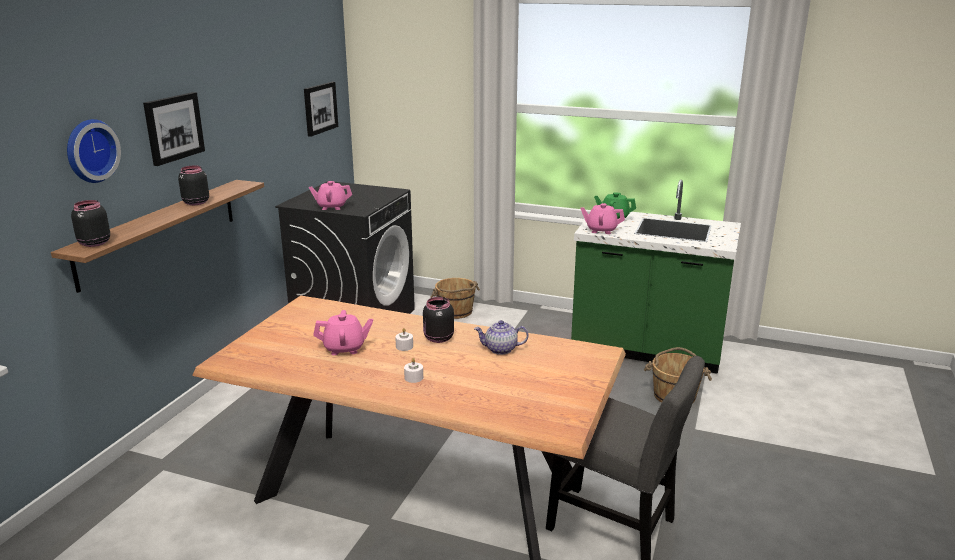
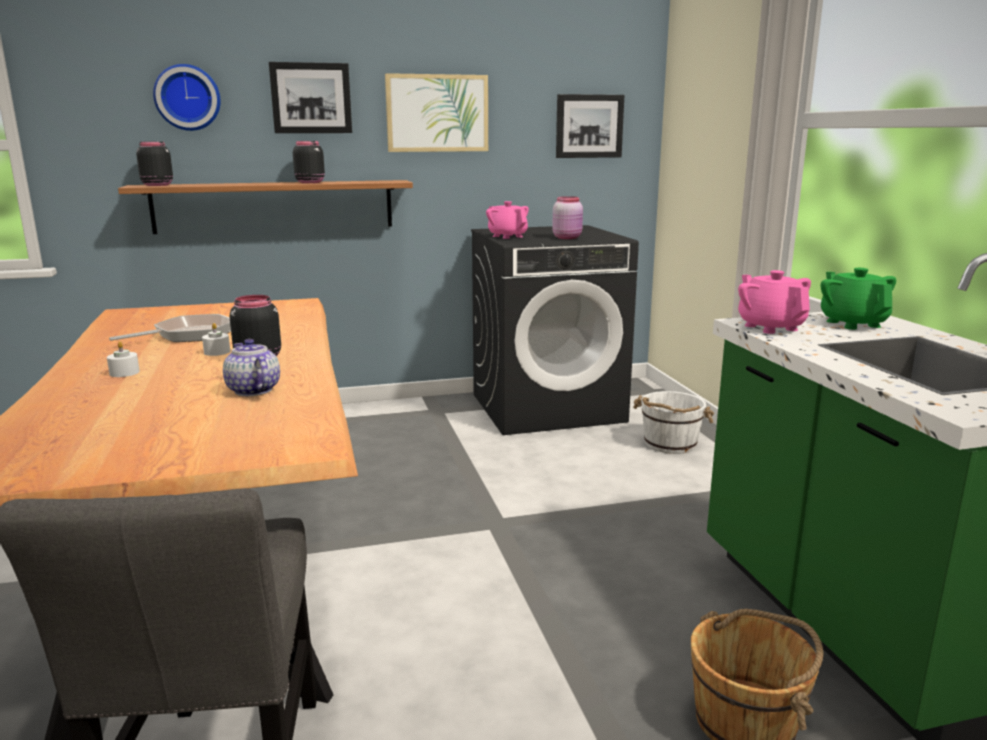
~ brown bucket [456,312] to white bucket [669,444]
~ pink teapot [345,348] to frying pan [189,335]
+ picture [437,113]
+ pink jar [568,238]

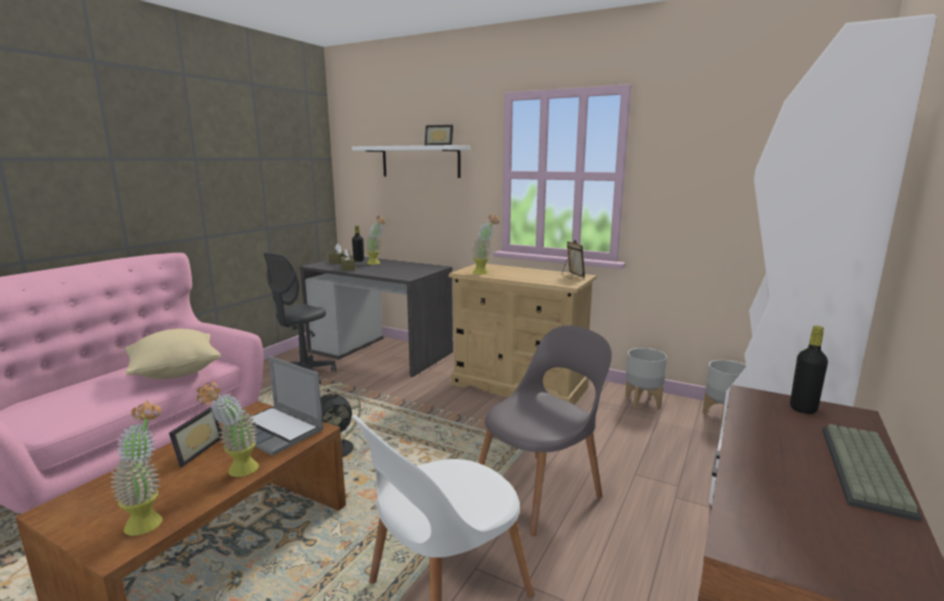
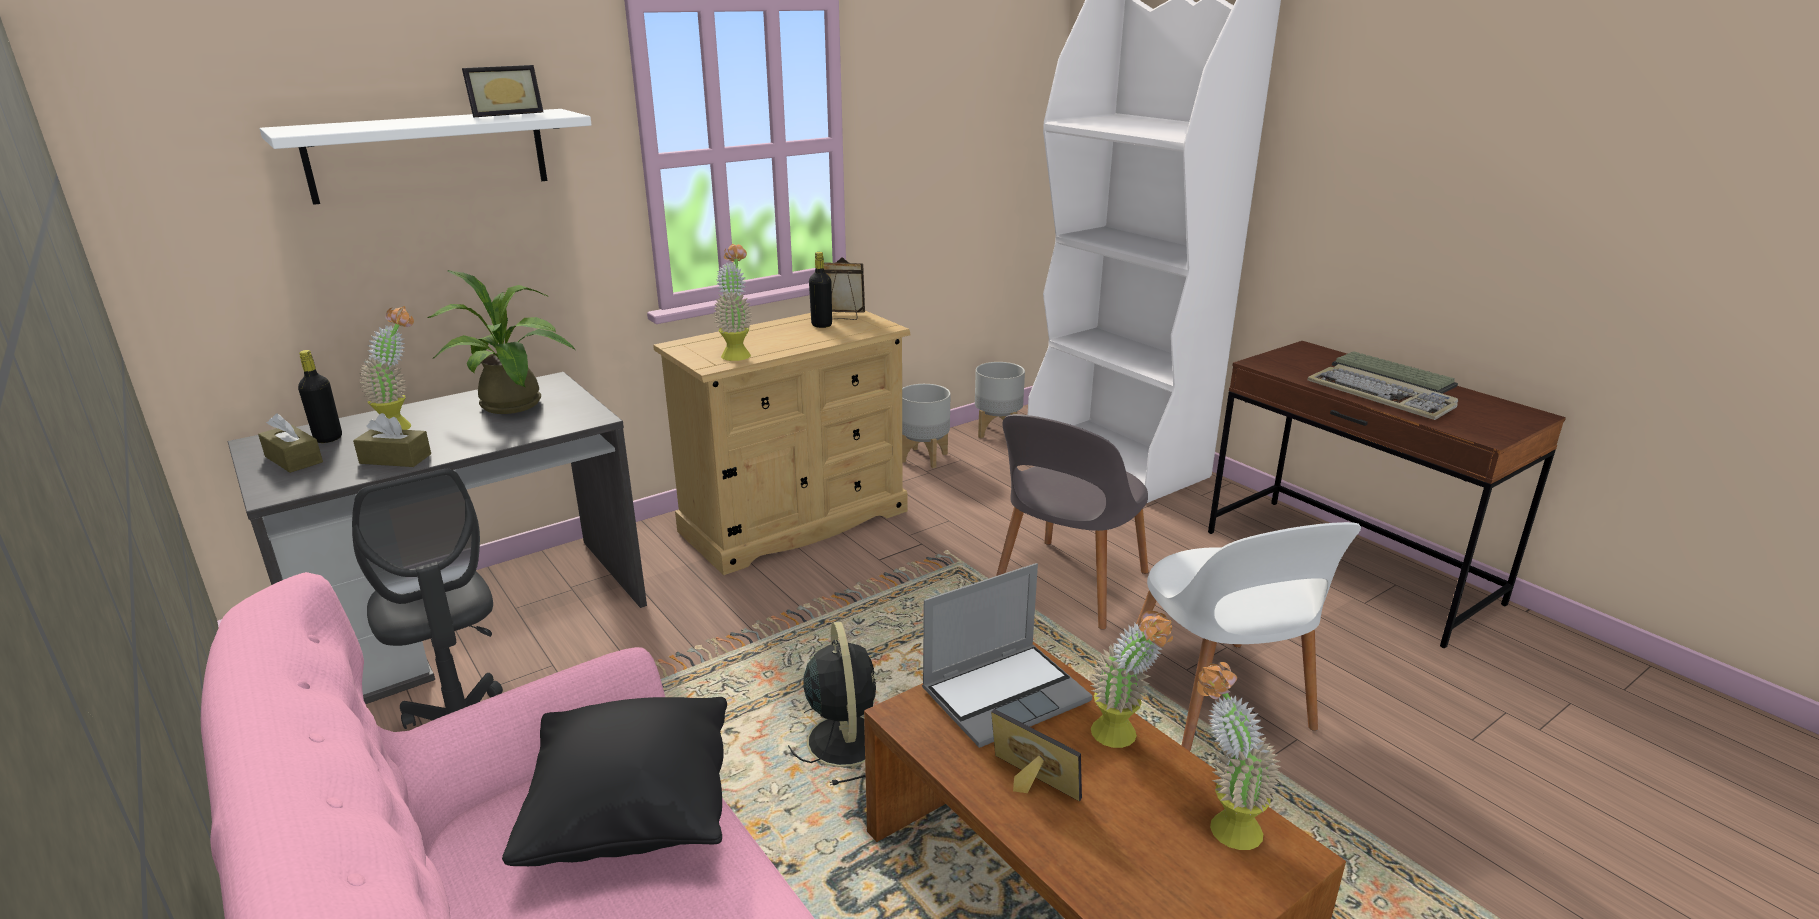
~ grey chair [540,489] = [1068,586] 135 degrees counterclockwise
~ black bottle [803,409] to [821,325]
~ beige pillow [175,373] to black pillow [632,816]
+ potted plant [515,407]
+ keyboard [1382,396]

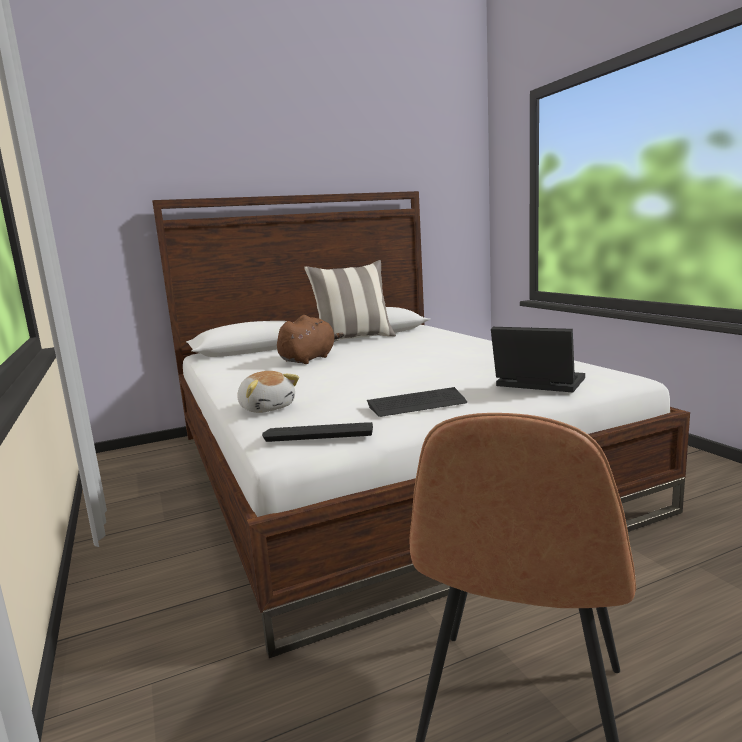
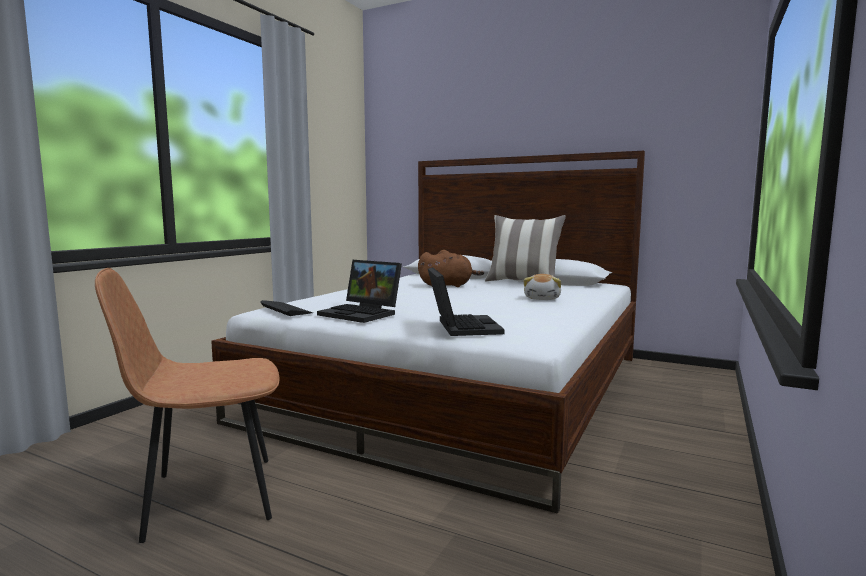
~ plush toy [267,408] to [543,299]
~ keyboard [417,404] to laptop [362,313]

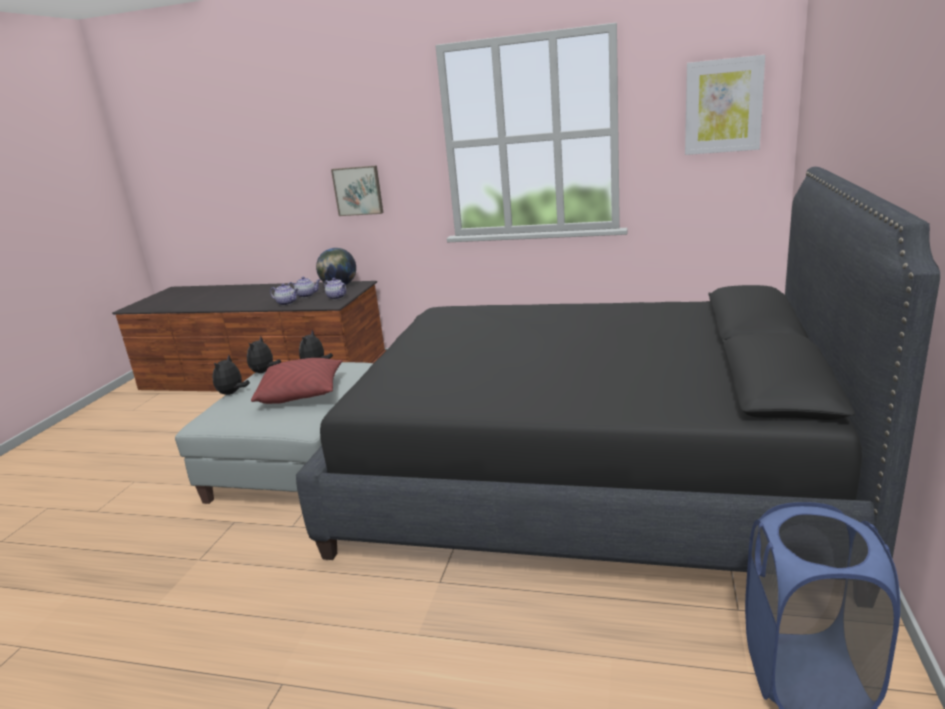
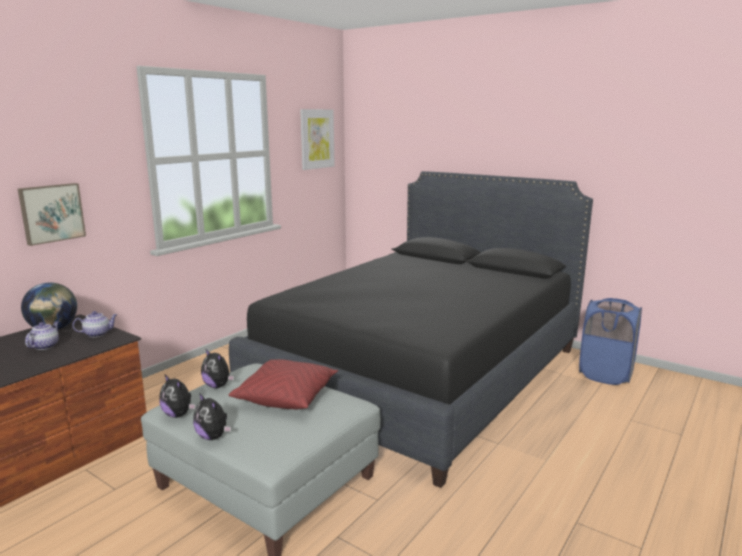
- teapot [287,303]

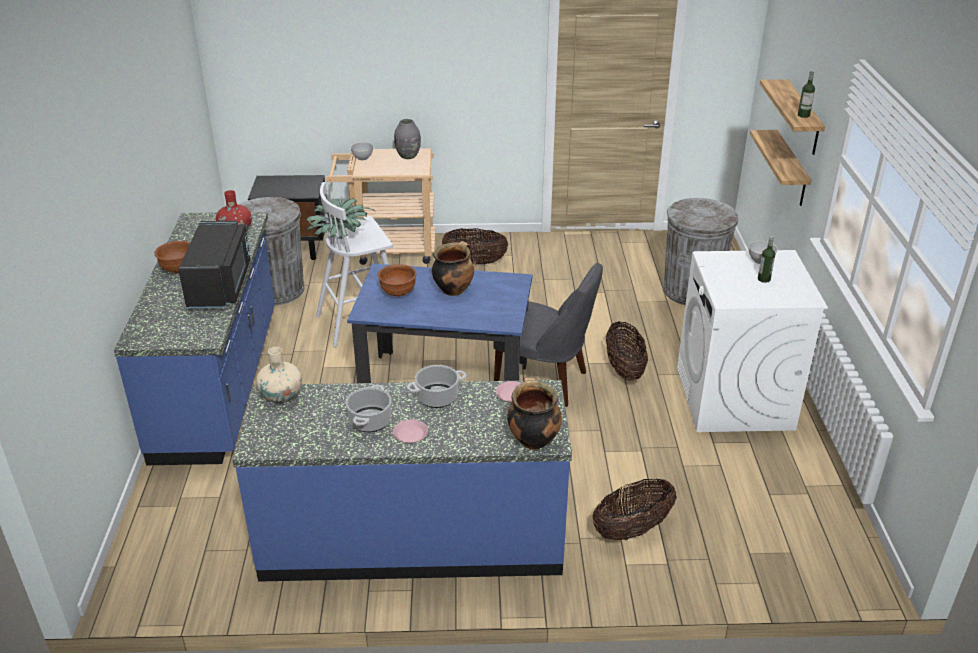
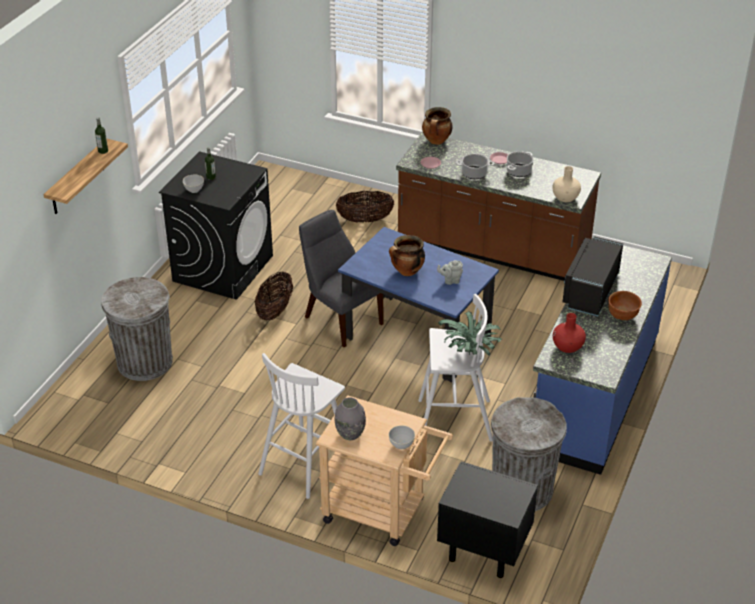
- shelf [790,169]
~ basket [475,262] to white stool [305,462]
~ white washing machine [734,398] to black washing machine [223,268]
~ brown bowl [397,293] to grey teapot [450,280]
~ blue counter [412,538] to brown counter [492,250]

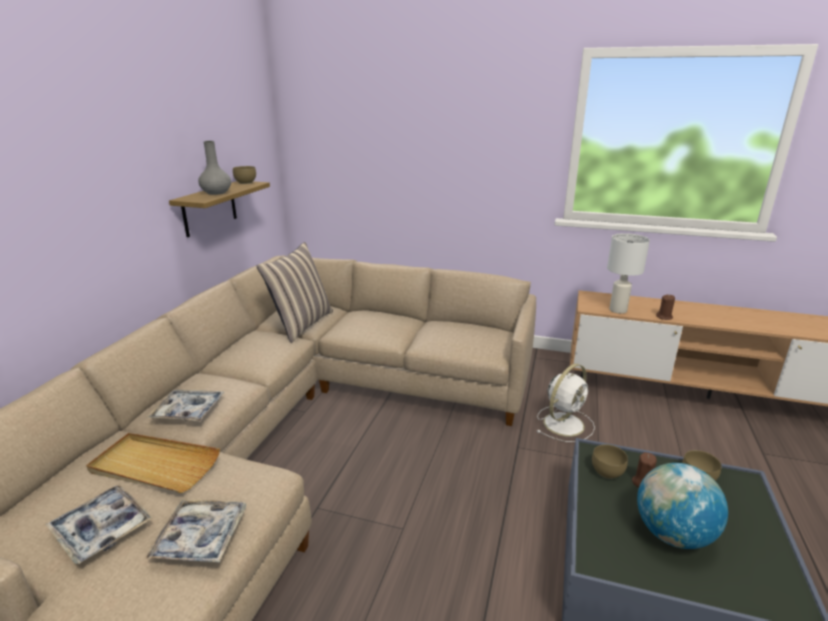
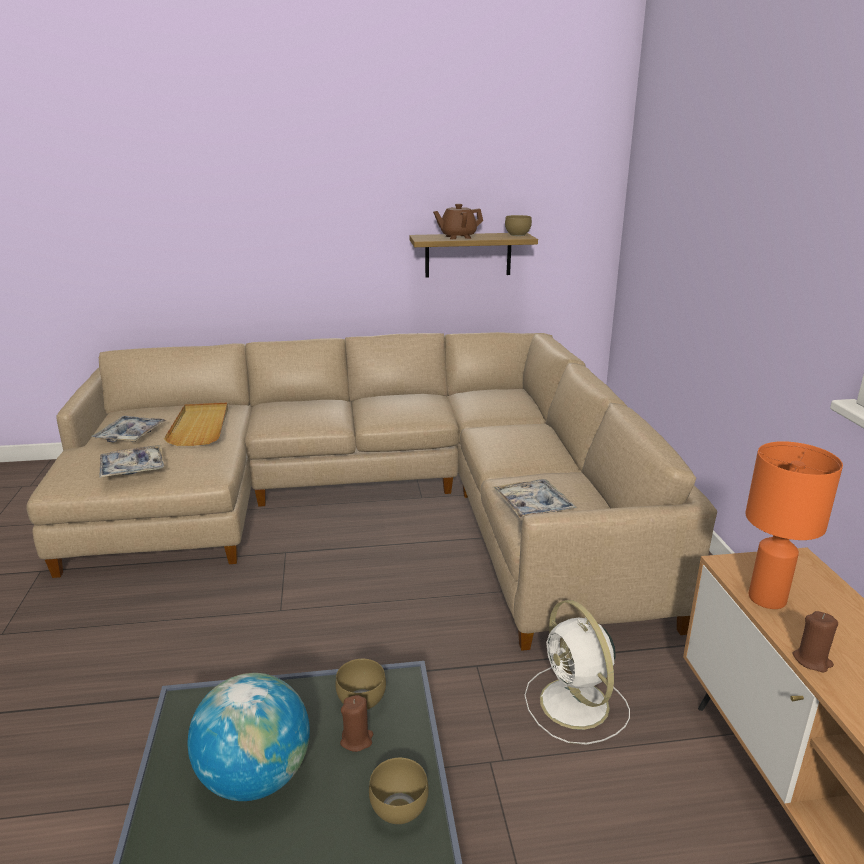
~ grey vase [216,193] to brown teapot [457,237]
~ white table lamp [618,310] to orange table lamp [767,599]
- pillow [301,324]
~ white fan [564,423] = [576,705] 45 degrees clockwise
~ tray [188,411] to [533,505]

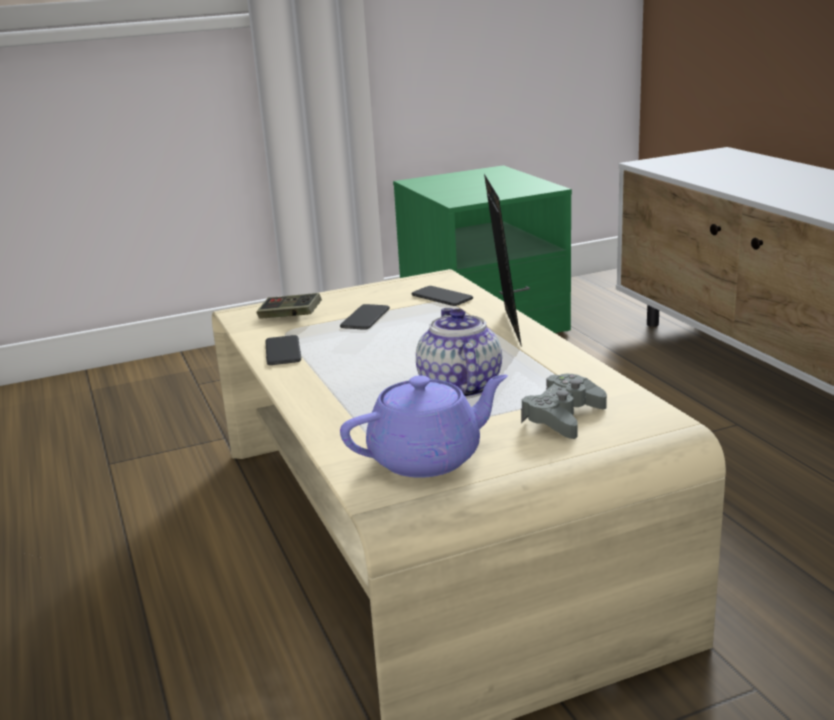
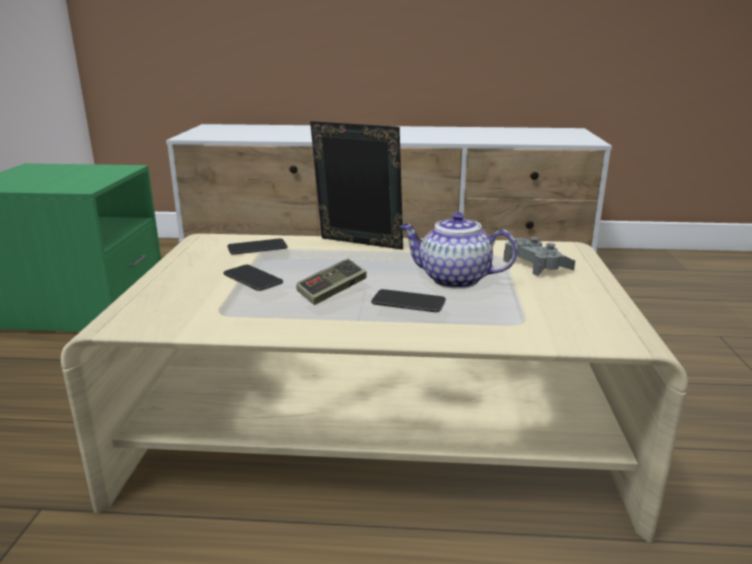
~ game controller [290,317] to [332,292]
~ phone [283,351] to [408,302]
- purple teapot [428,458]

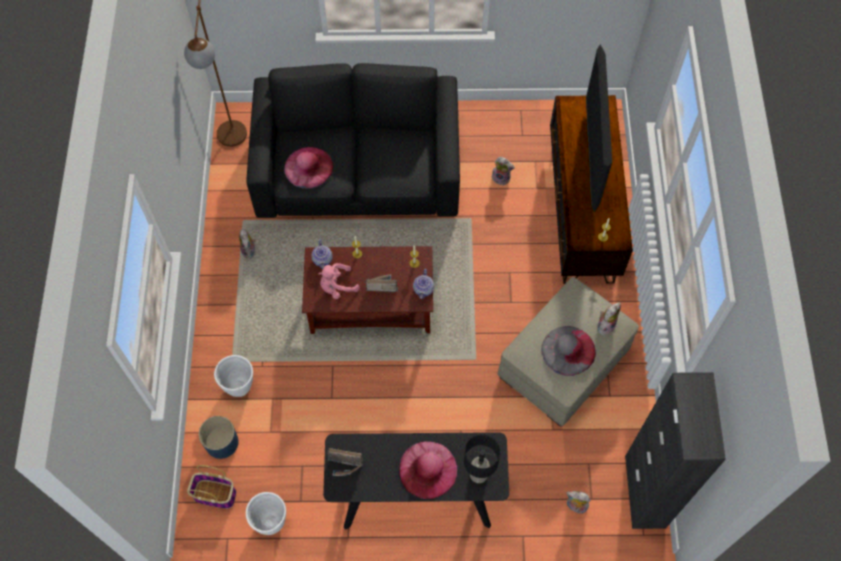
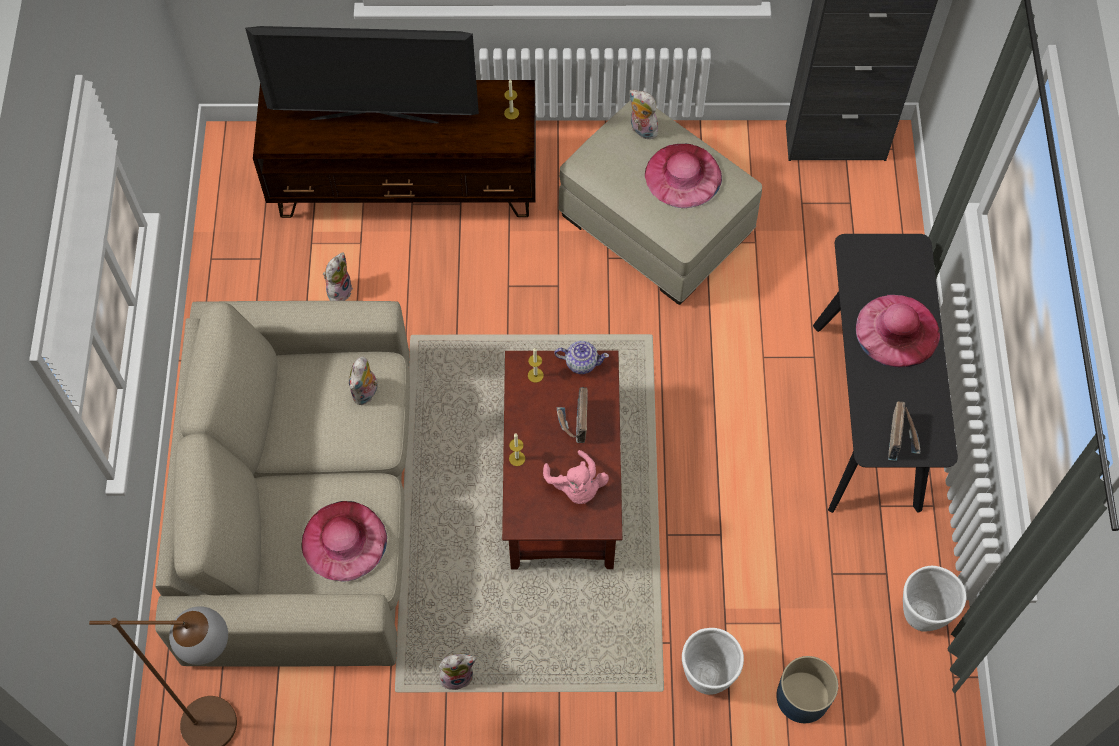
~ black sofa [358,169] to beige sofa [304,504]
- teapot [322,259]
~ grey hat [568,350] to pink hat [683,175]
- black table lamp [479,475]
- basket [215,494]
~ plush toy [575,506] to [366,393]

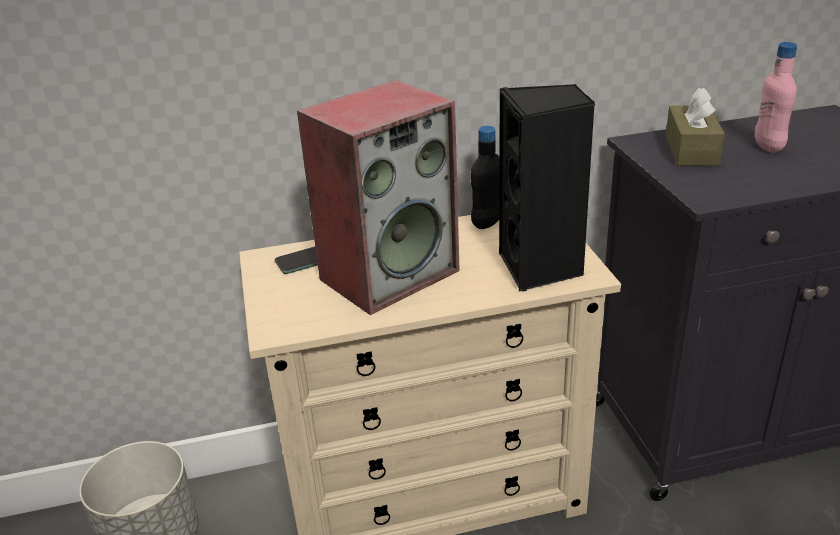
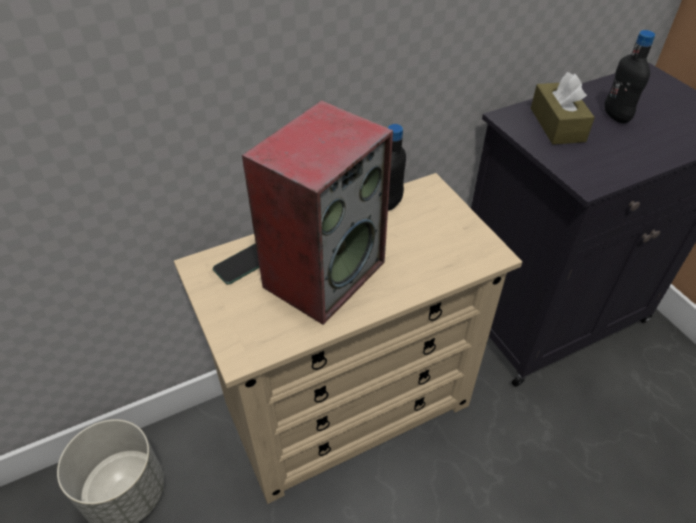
~ pink bottle [768,147] to black bottle [616,116]
- black speaker [541,268]

